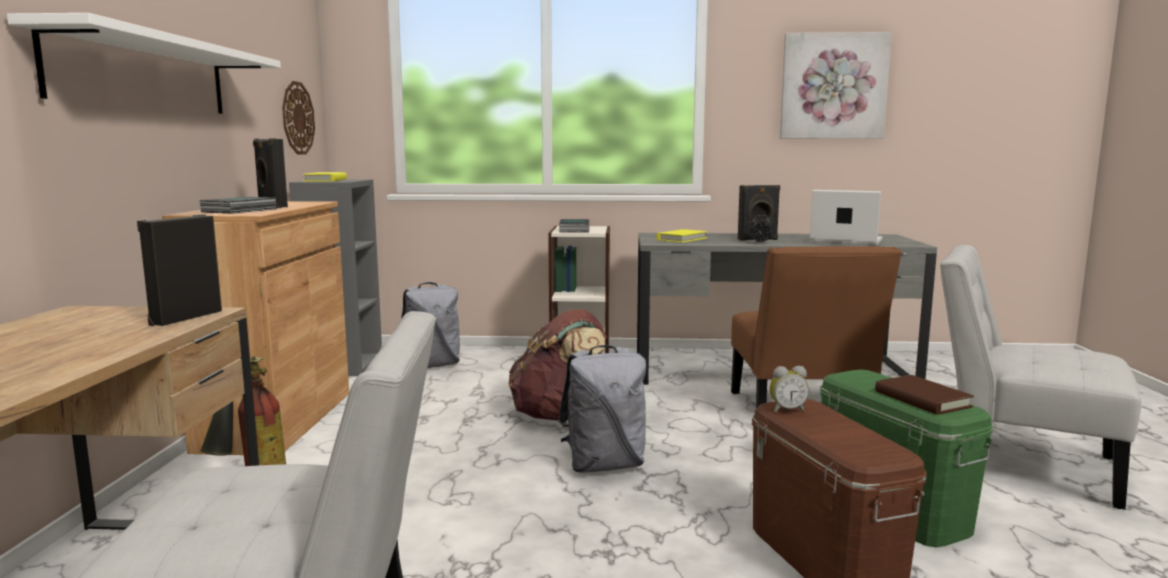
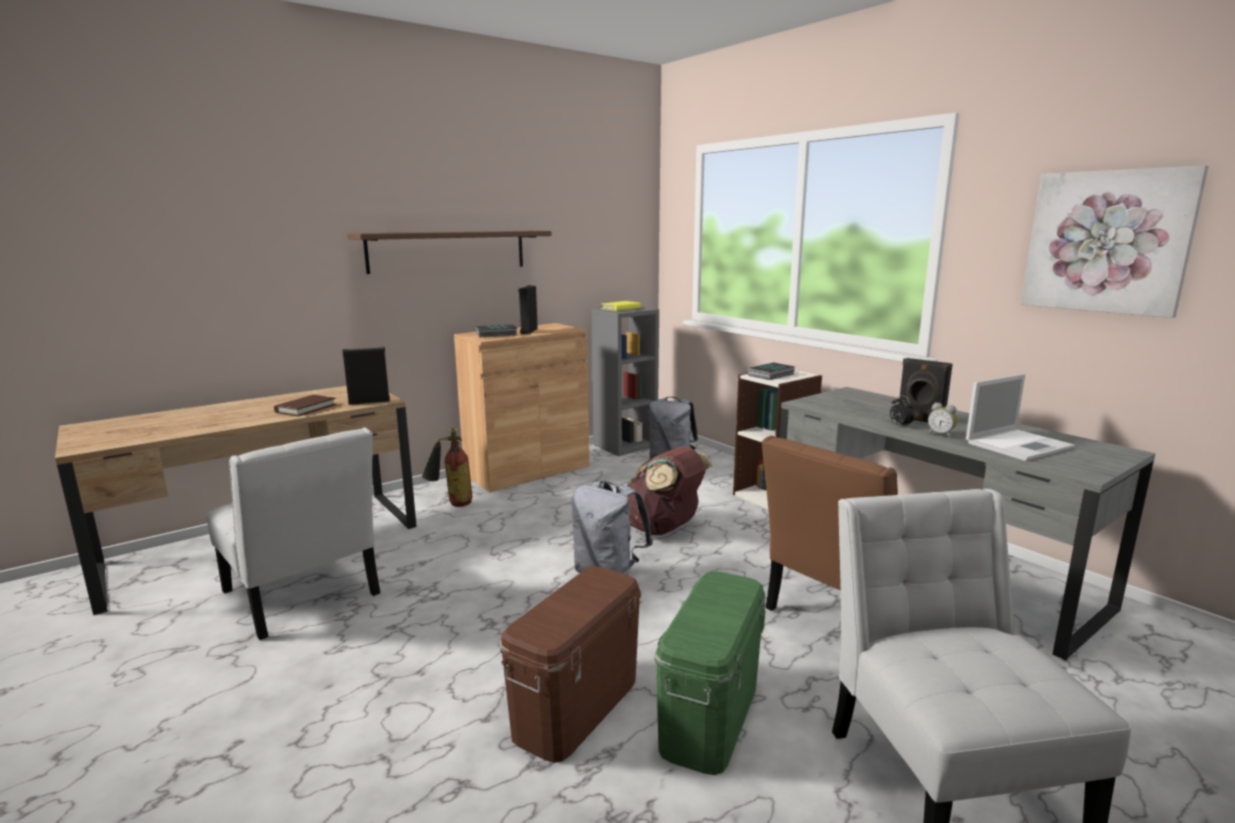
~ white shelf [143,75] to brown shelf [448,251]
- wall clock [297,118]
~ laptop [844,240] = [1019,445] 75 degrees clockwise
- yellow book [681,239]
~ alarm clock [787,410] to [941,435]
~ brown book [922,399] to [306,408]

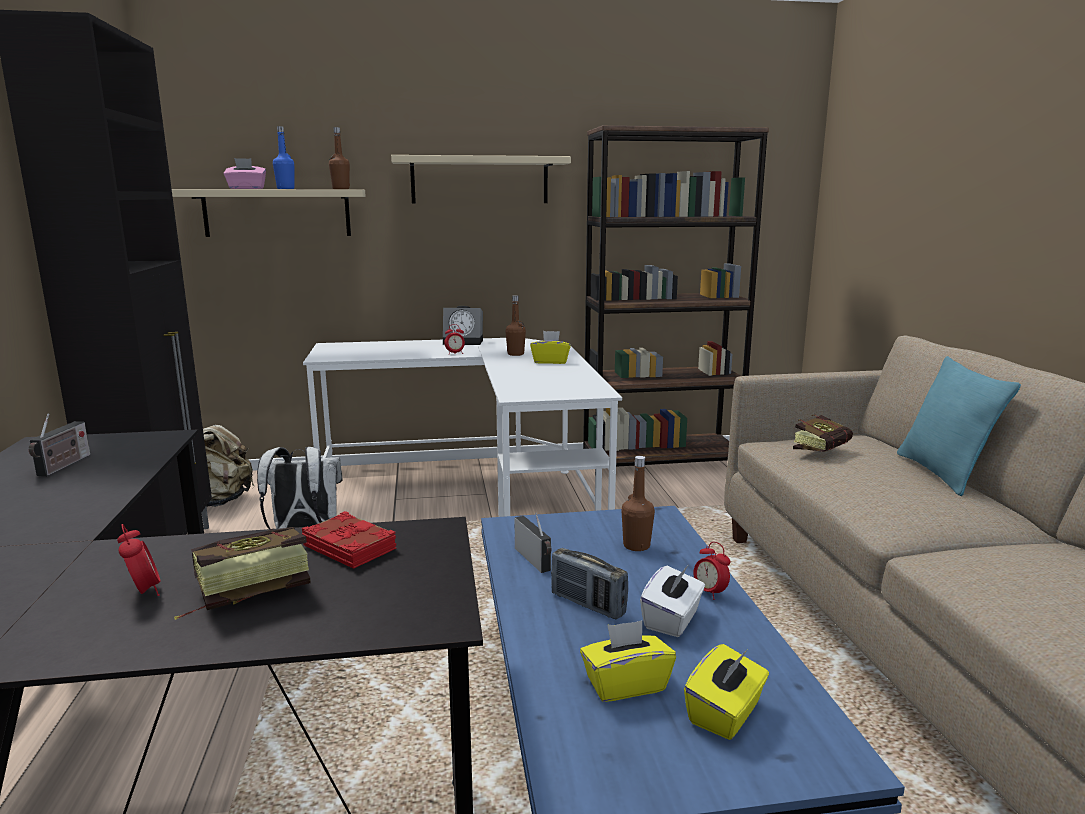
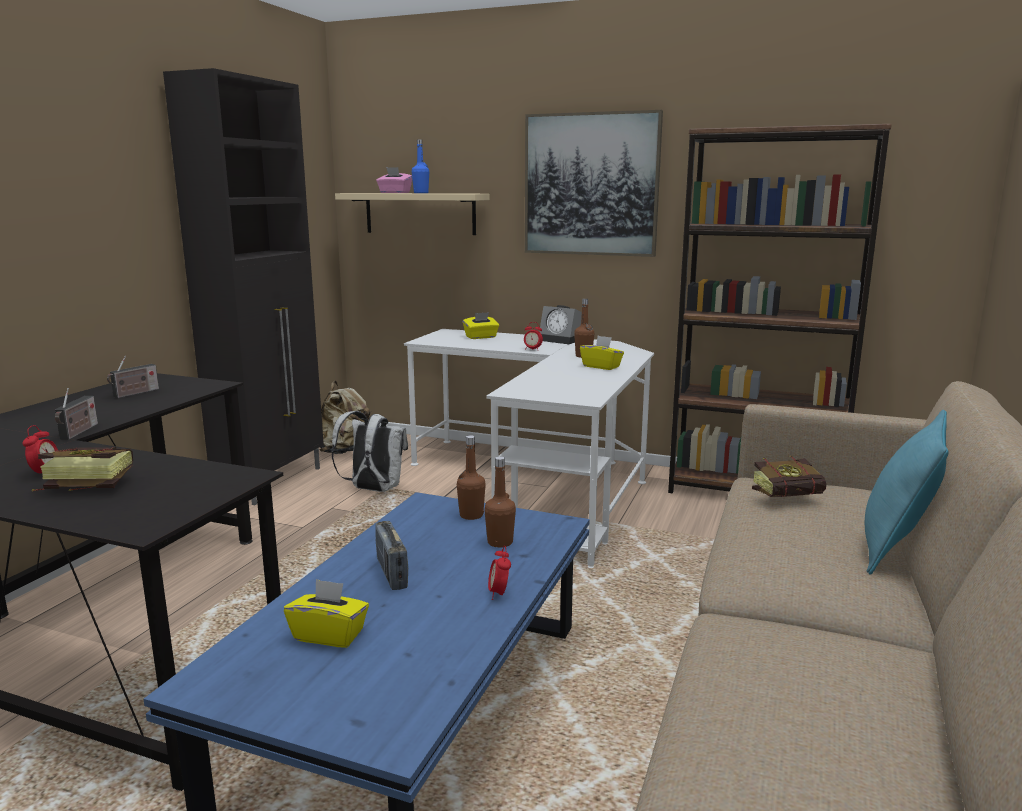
~ brown bottle [341,189] to [471,515]
~ beige shelf [480,180] to picture [591,185]
- red book [350,547]
~ radio [534,560] to [78,432]
- white tissue box [672,620]
~ yellow tissue box [725,714] to [481,337]

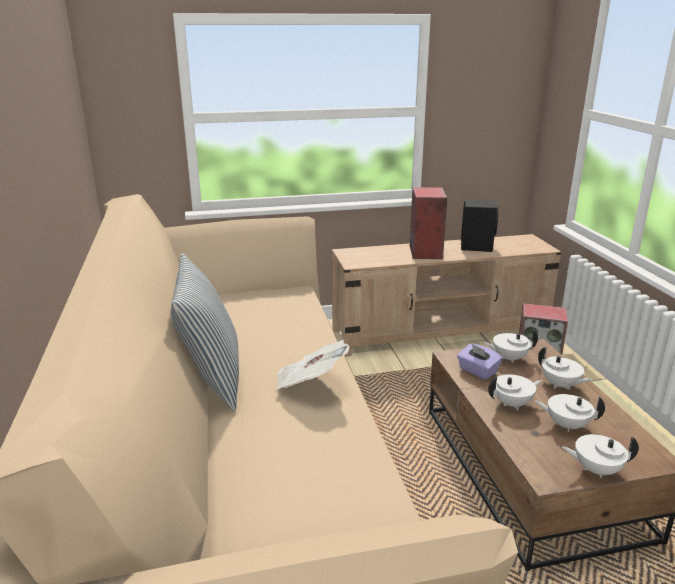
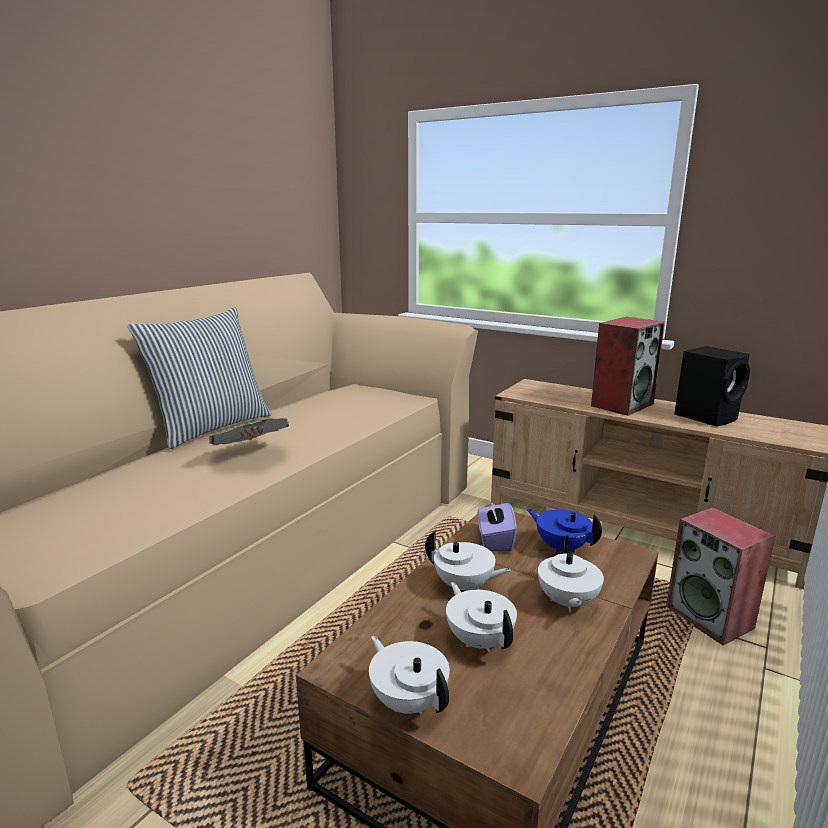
~ white teapot [509,358] to blue teapot [561,547]

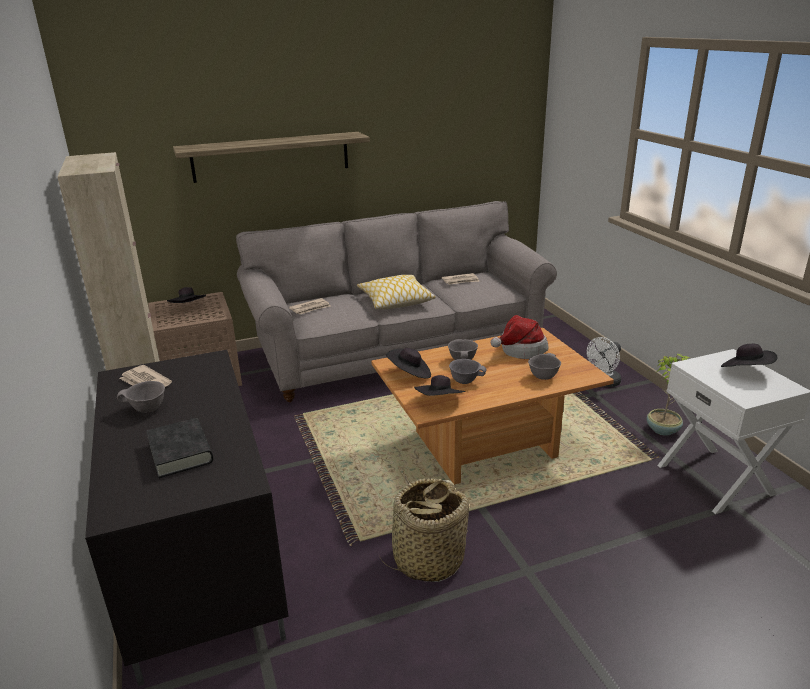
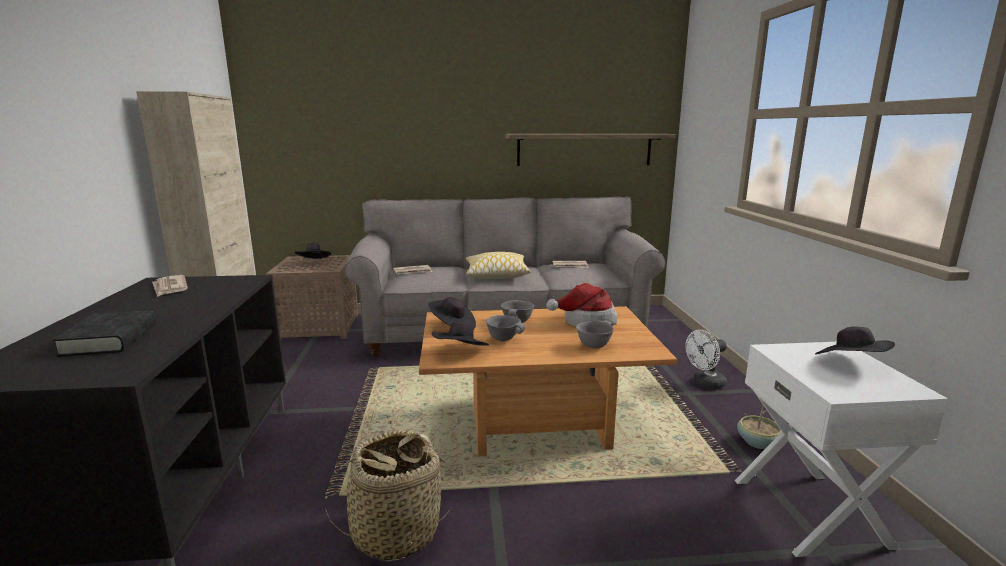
~ shelf [271,157] to [584,149]
- grey bowl [147,409]

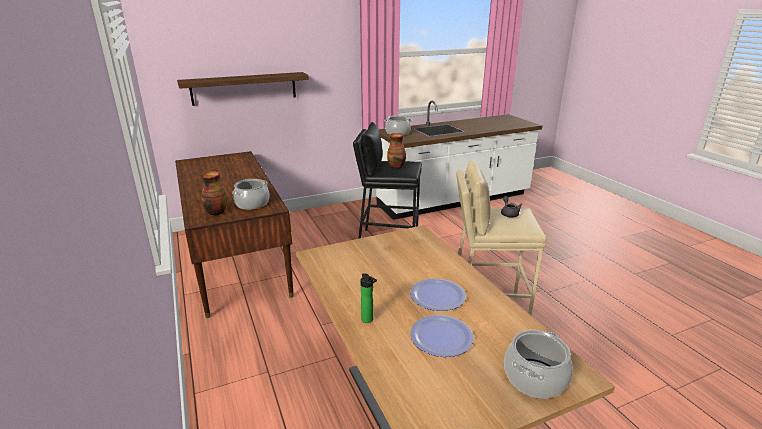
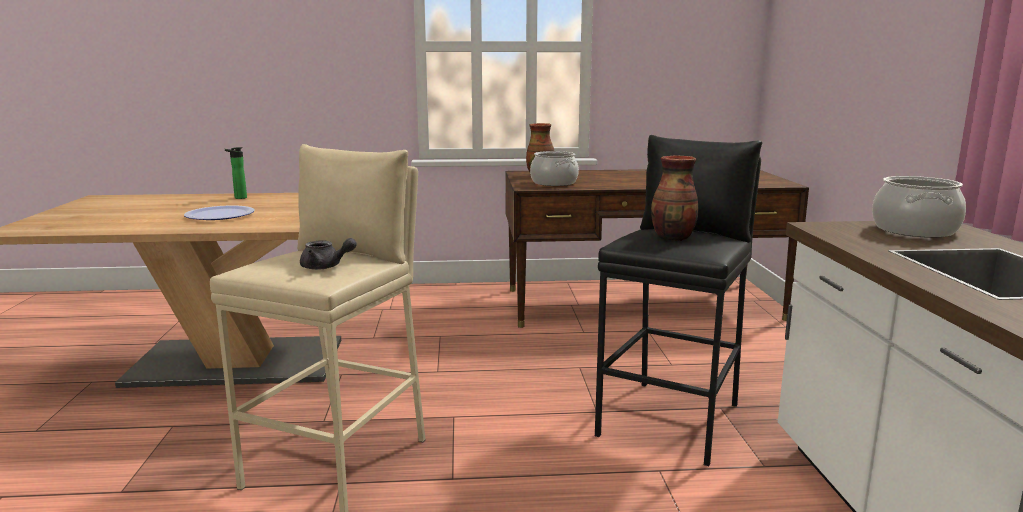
- shelf [244,88]
- plate [441,337]
- cooking pot [535,378]

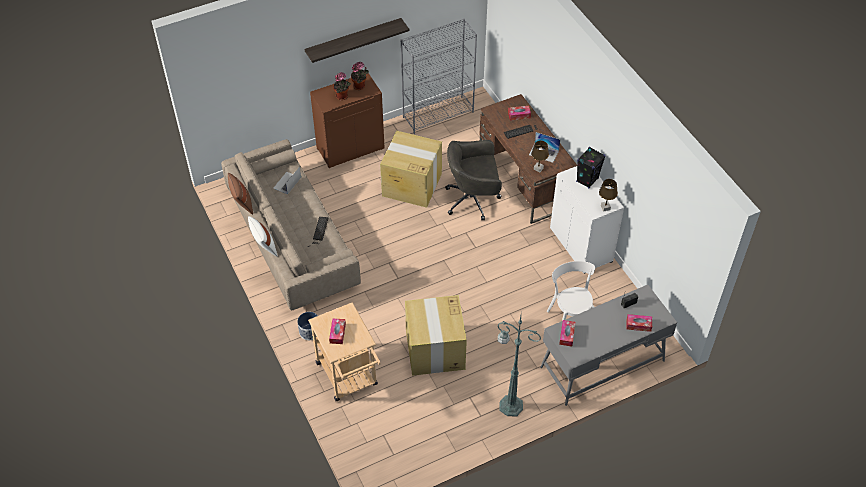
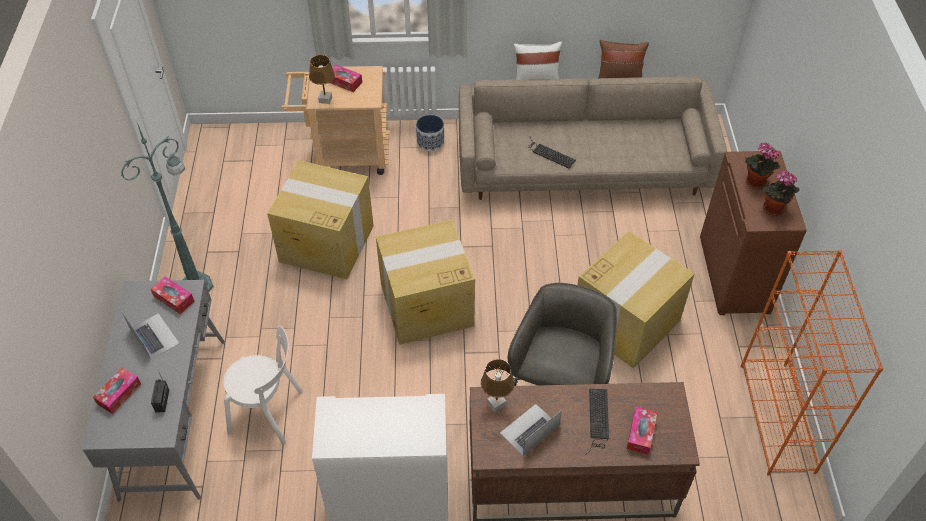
- shelf [353,40]
~ grey bookcase [438,114] to orange bookcase [777,418]
- black speaker [587,180]
~ laptop [287,183] to [154,336]
~ brown table lamp [605,207] to [325,100]
+ cardboard box [425,305]

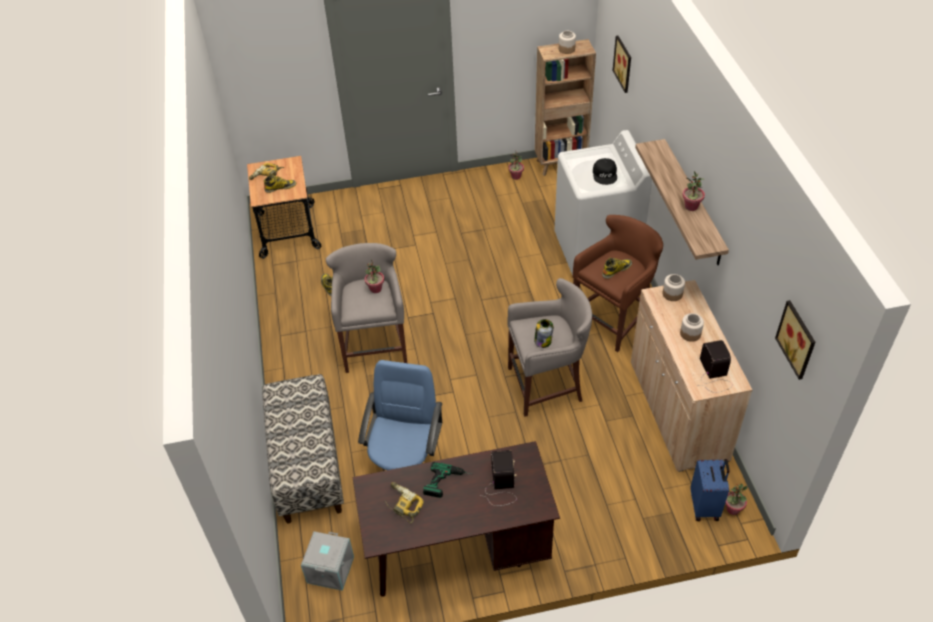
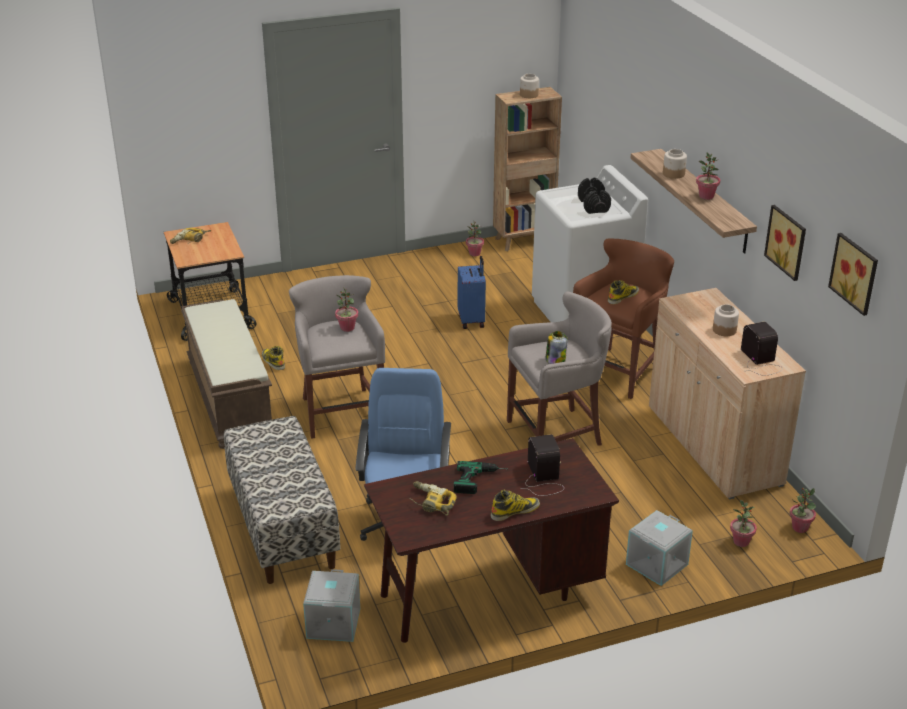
~ picture [624,63] to [788,241]
~ black cap [605,174] to black dumbbell [593,205]
~ boot [280,187] to [515,511]
~ jar [672,294] to [674,174]
~ blue suitcase [705,506] to [472,320]
+ brown bench [229,398]
+ potted plant [741,542]
+ grey storage box [657,565]

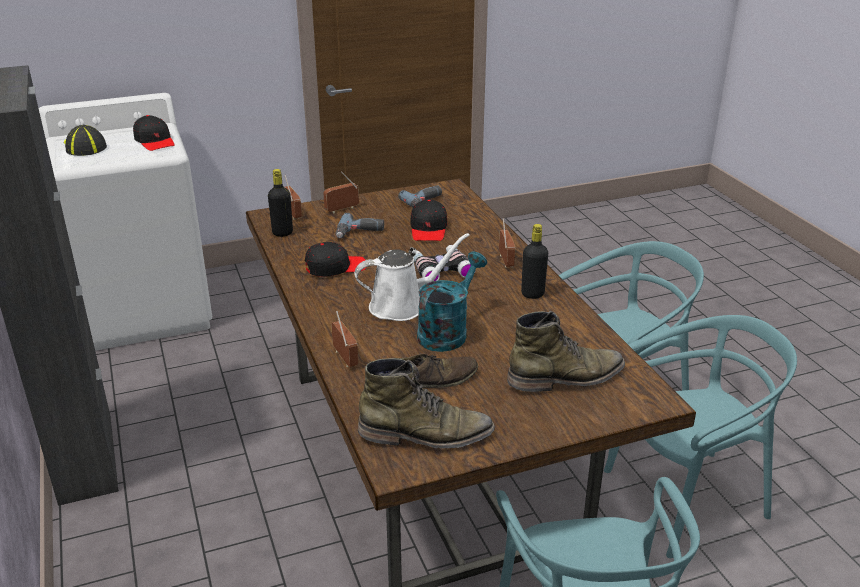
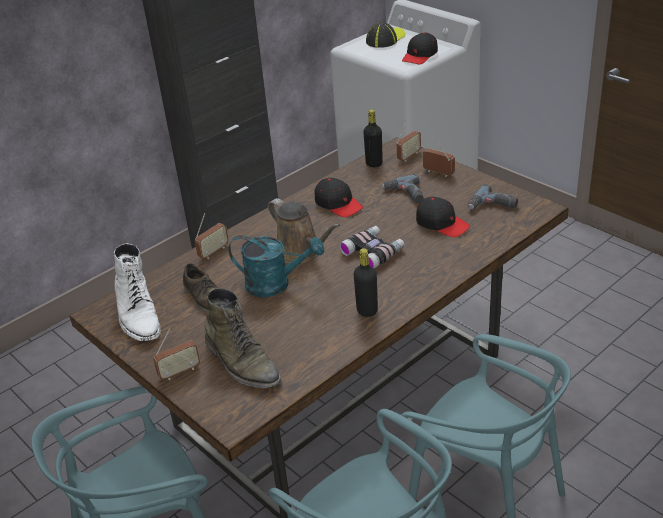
~ black cap [428,229] = [442,223] 120 degrees counterclockwise
~ radio [505,261] to [179,372]
~ white watering can [402,306] to brown watering can [301,252]
~ green boot [426,435] to white boot [138,315]

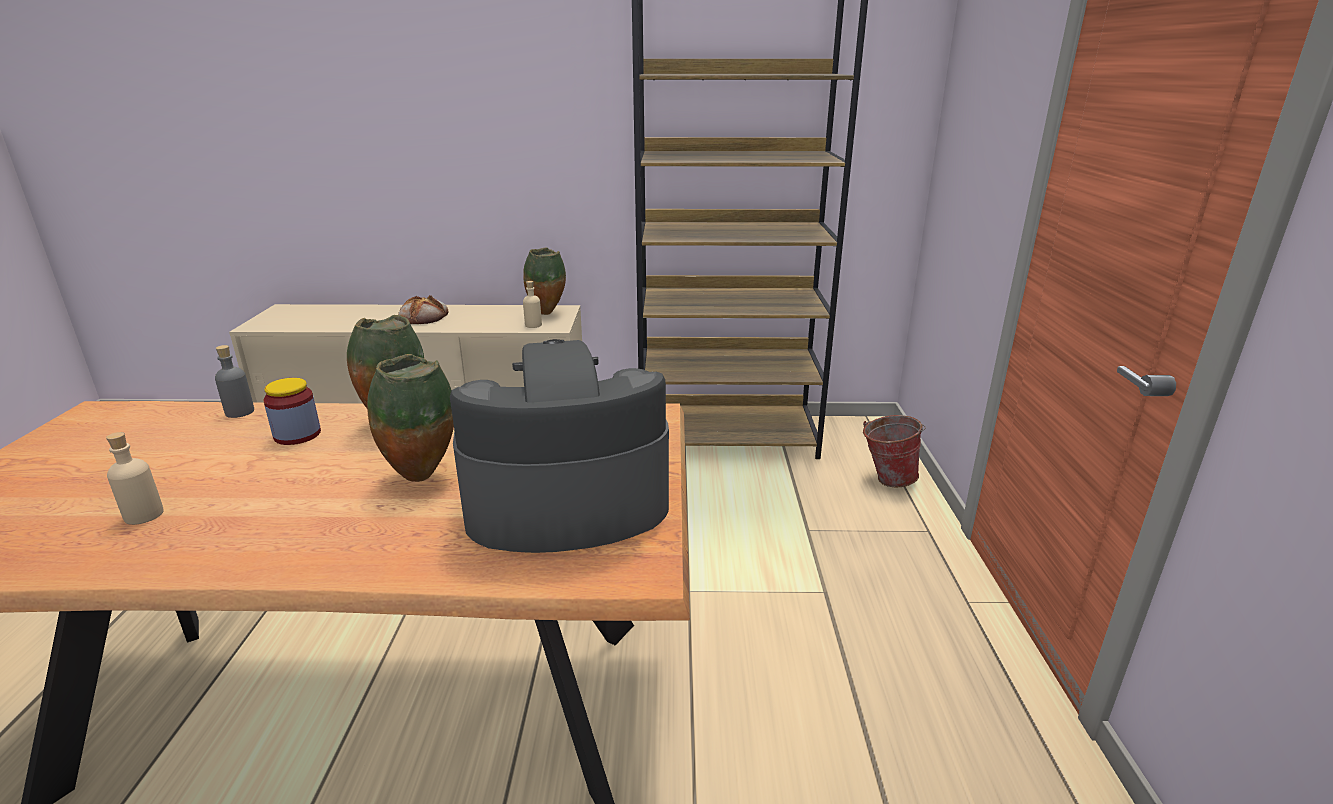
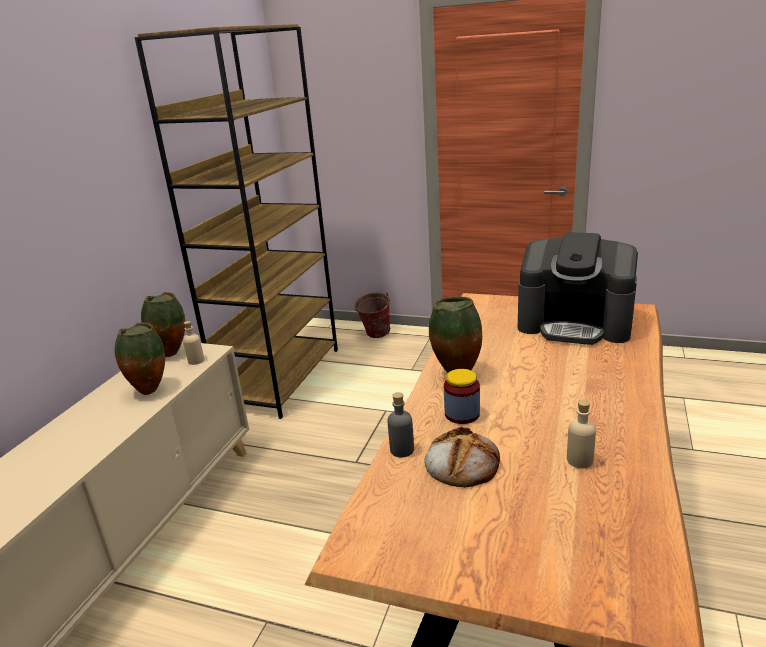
~ bread [424,316] to [461,462]
~ coffee machine [565,502] = [575,324] 75 degrees counterclockwise
~ vase [423,476] to [149,391]

